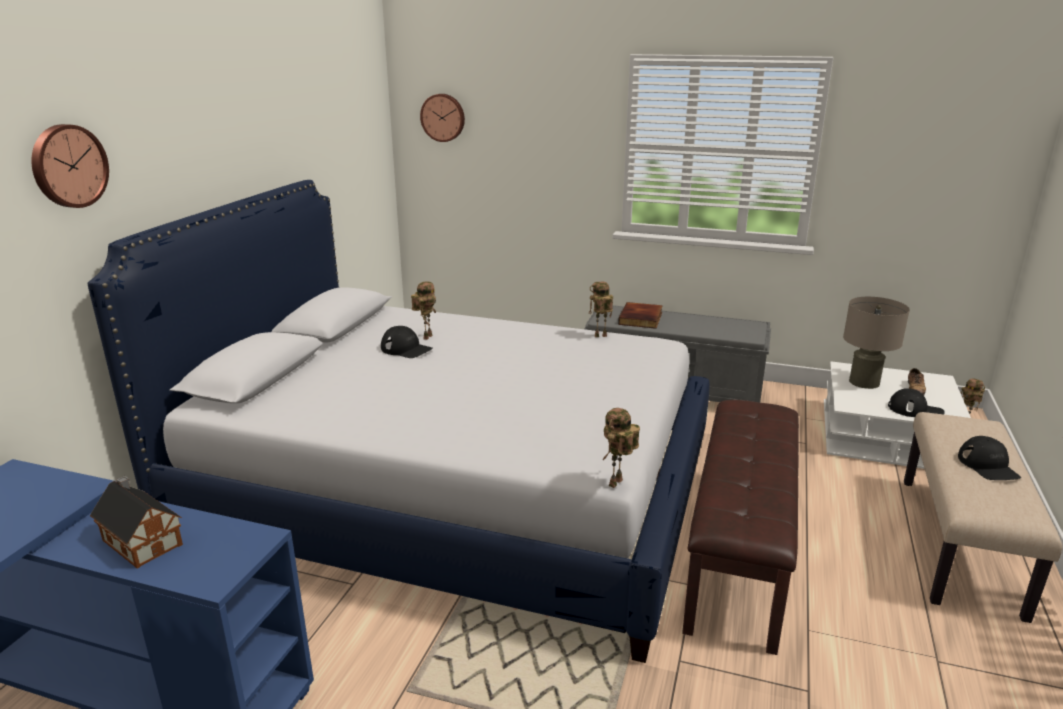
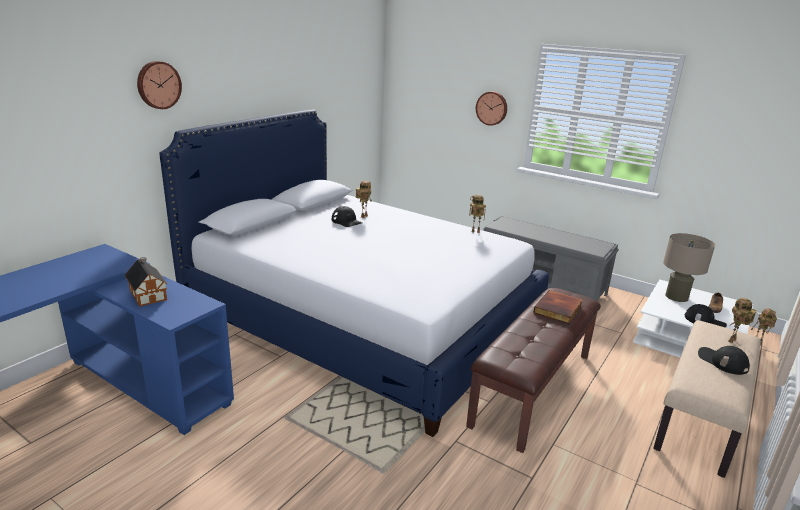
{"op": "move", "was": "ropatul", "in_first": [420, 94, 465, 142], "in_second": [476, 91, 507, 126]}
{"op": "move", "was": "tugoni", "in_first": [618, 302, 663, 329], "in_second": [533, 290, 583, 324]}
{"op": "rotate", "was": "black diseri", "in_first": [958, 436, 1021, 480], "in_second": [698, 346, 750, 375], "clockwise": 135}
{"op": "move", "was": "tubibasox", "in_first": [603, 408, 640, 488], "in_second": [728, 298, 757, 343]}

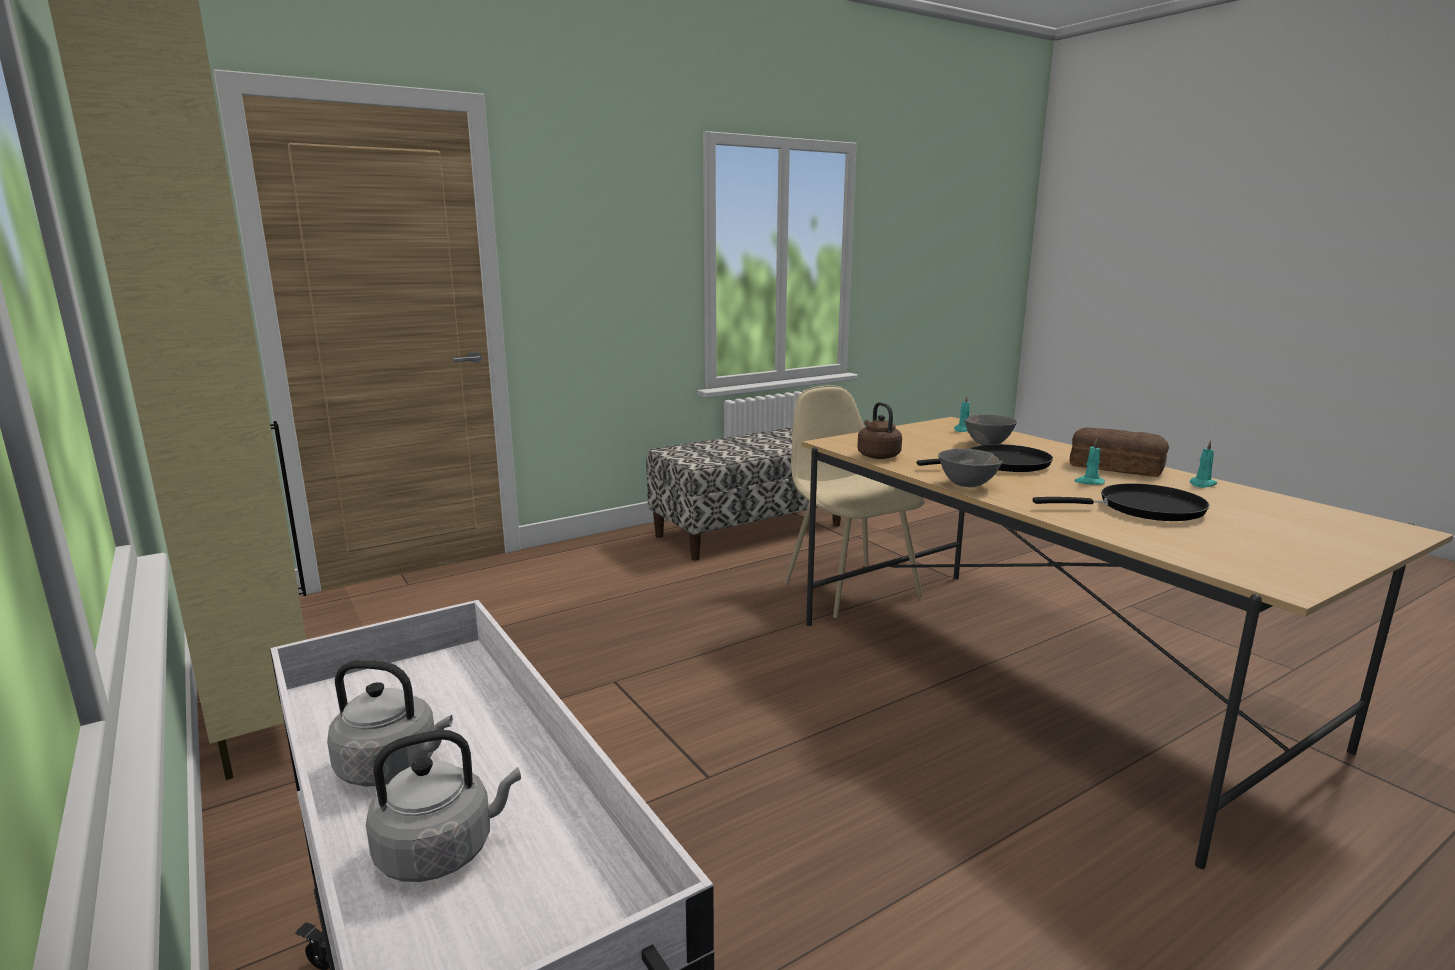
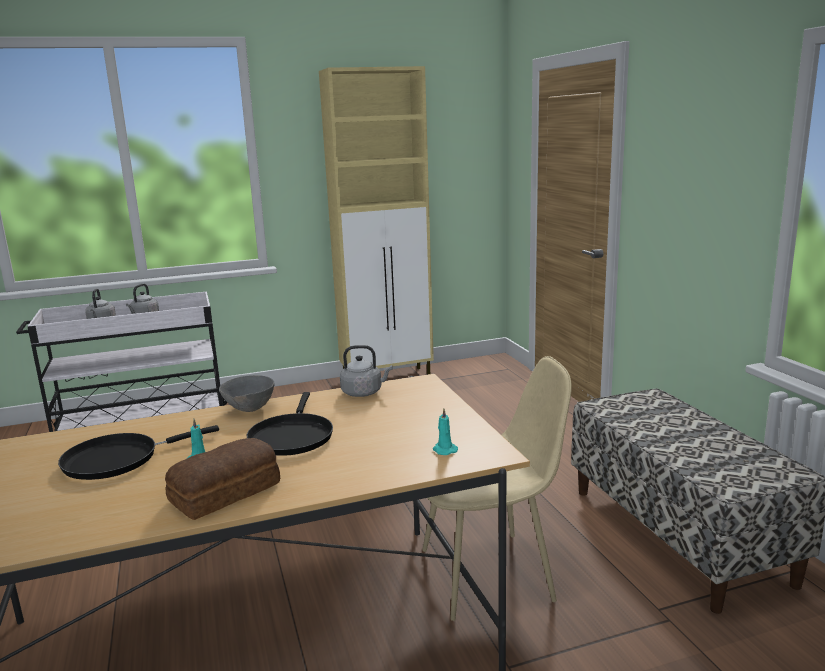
{"op": "rotate", "was": "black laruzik", "in_first": [1033, 483, 1210, 521], "in_second": [58, 425, 219, 480], "clockwise": 45}
{"op": "recolor", "was": "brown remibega", "now": "grey remibega", "in_first": [857, 402, 902, 459], "in_second": [340, 345, 393, 397]}
{"op": "delete", "was": "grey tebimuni", "in_first": [964, 414, 1017, 445]}
{"op": "delete", "was": "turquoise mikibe", "in_first": [1190, 440, 1217, 488]}

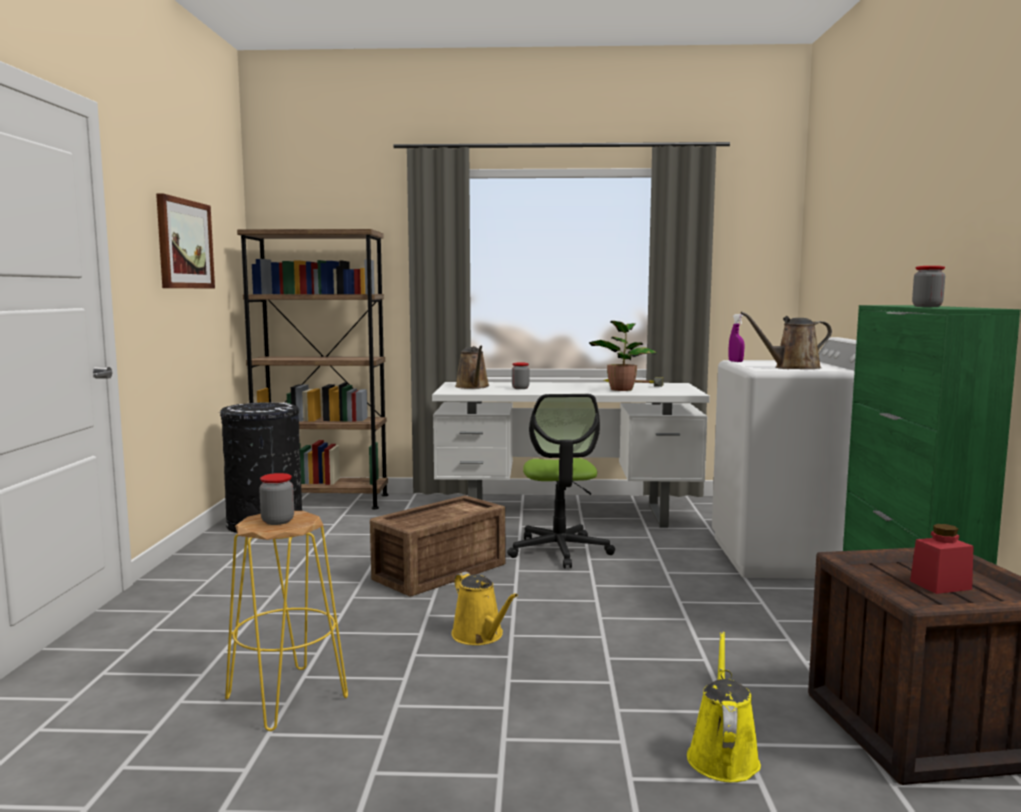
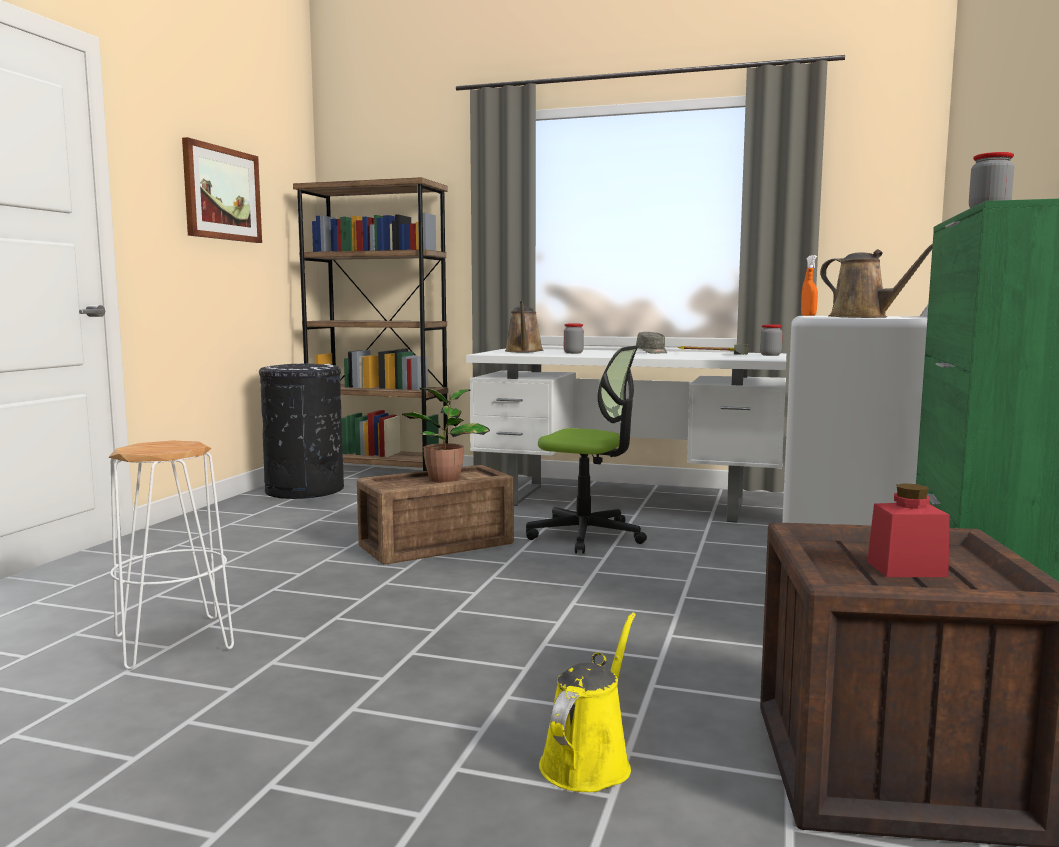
{"op": "recolor", "was": "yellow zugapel", "now": "white zugapel", "in_first": [225, 511, 348, 731], "in_second": [109, 440, 234, 670]}
{"op": "move", "was": "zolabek", "in_first": [589, 321, 657, 391], "in_second": [402, 388, 490, 482]}
{"op": "rotate", "was": "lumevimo", "in_first": [507, 394, 615, 568], "in_second": [526, 345, 647, 554], "clockwise": -75}
{"op": "insert", "now": "grey diseri", "in_second": [636, 332, 667, 354]}
{"op": "move", "was": "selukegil", "in_first": [259, 473, 294, 525], "in_second": [760, 324, 783, 356]}
{"op": "recolor", "was": "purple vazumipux", "now": "orange vazumipux", "in_first": [728, 314, 744, 362], "in_second": [801, 255, 818, 316]}
{"op": "rotate", "was": "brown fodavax", "in_first": [741, 312, 832, 369], "in_second": [820, 244, 933, 318], "clockwise": -135}
{"op": "delete", "was": "yellow fodavax", "in_first": [452, 572, 518, 645]}

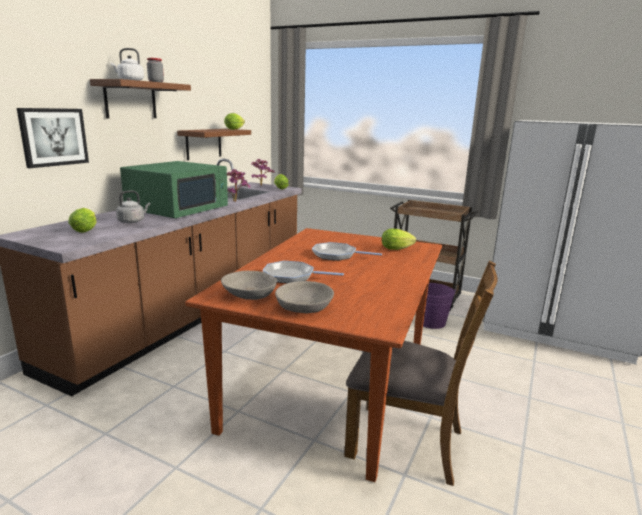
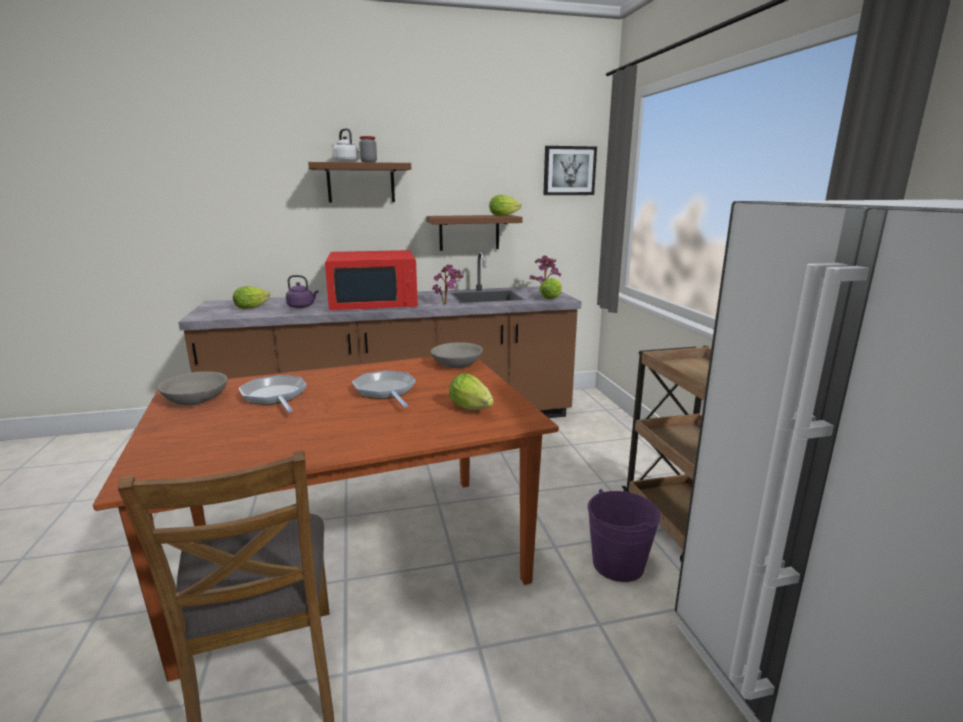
{"op": "recolor", "was": "grey remibega", "now": "purple remibega", "in_first": [116, 190, 150, 223], "in_second": [286, 275, 318, 308]}
{"op": "recolor", "was": "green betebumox", "now": "red betebumox", "in_first": [120, 161, 228, 218], "in_second": [325, 250, 418, 310]}
{"op": "move", "was": "grey tebimuni", "in_first": [275, 281, 334, 313], "in_second": [430, 342, 483, 368]}
{"op": "move", "was": "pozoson", "in_first": [17, 108, 89, 168], "in_second": [543, 146, 597, 195]}

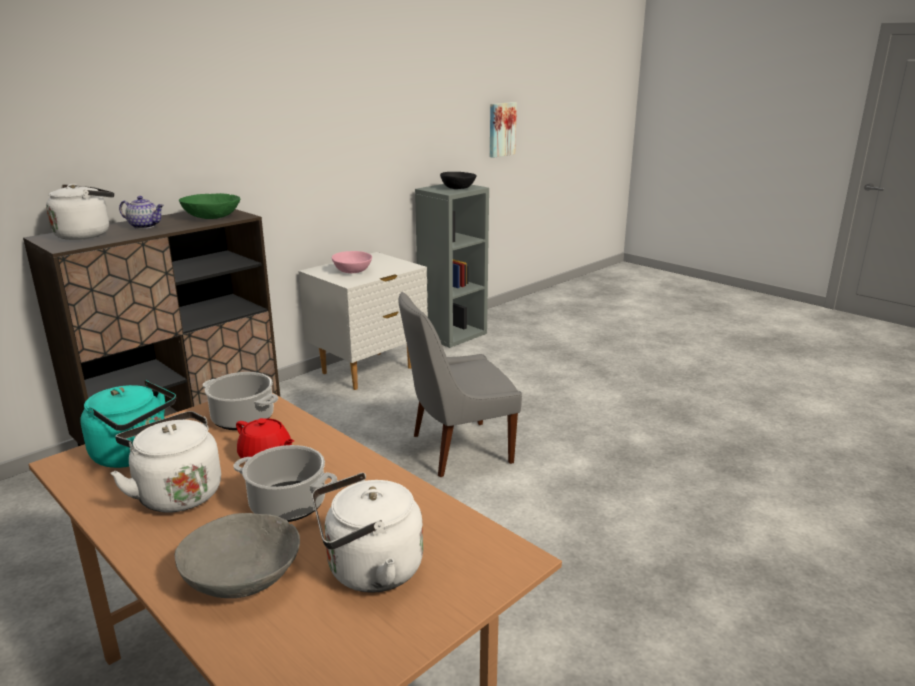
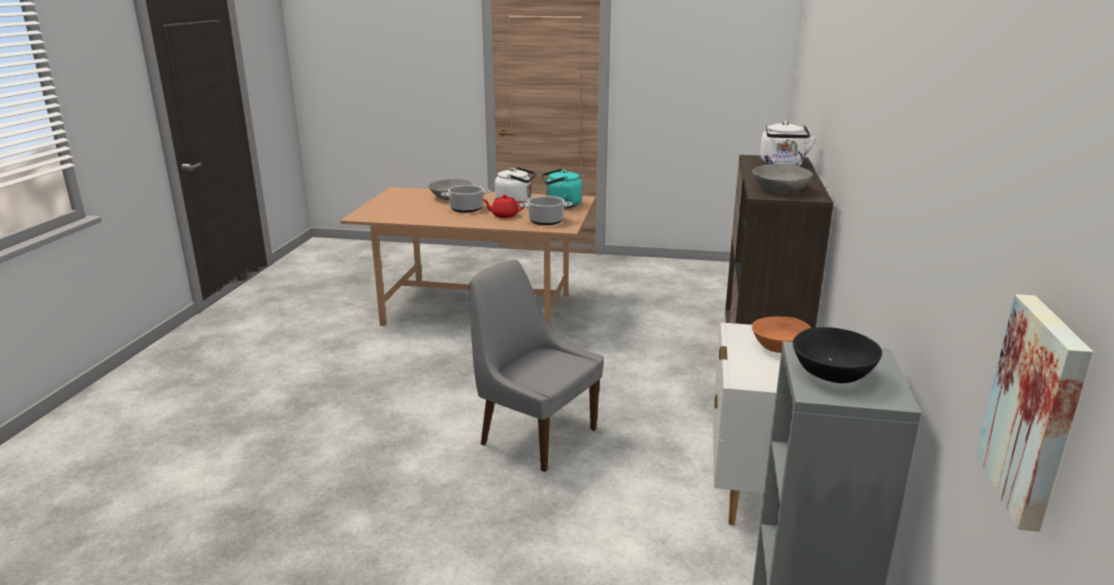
{"op": "rotate", "was": "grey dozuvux", "in_first": [399, 292, 522, 477], "in_second": [469, 260, 604, 472], "clockwise": -90}
{"op": "recolor", "was": "green tebimuni", "now": "grey tebimuni", "in_first": [179, 193, 240, 219], "in_second": [752, 164, 813, 193]}
{"op": "recolor", "was": "pink tebimuni", "now": "orange tebimuni", "in_first": [332, 251, 372, 273], "in_second": [752, 317, 811, 353]}
{"op": "delete", "was": "white remibega", "in_first": [312, 473, 423, 593]}

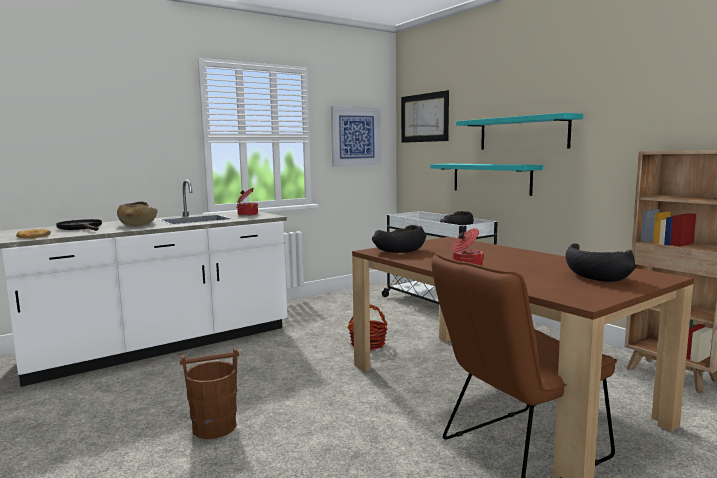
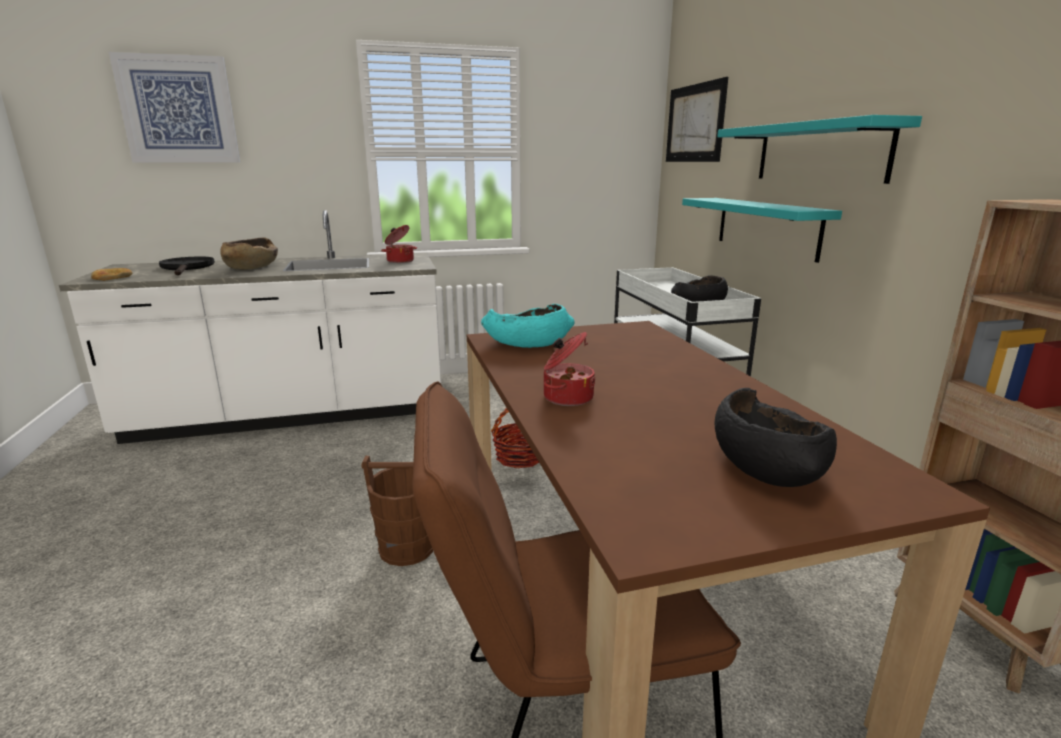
{"op": "move", "was": "pozoson", "in_first": [331, 106, 381, 167], "in_second": [109, 52, 240, 163]}
{"op": "move", "was": "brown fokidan", "in_first": [180, 347, 239, 439], "in_second": [361, 456, 433, 566]}
{"op": "recolor", "was": "black tebimuni", "now": "turquoise tebimuni", "in_first": [372, 225, 427, 253], "in_second": [481, 304, 575, 348]}

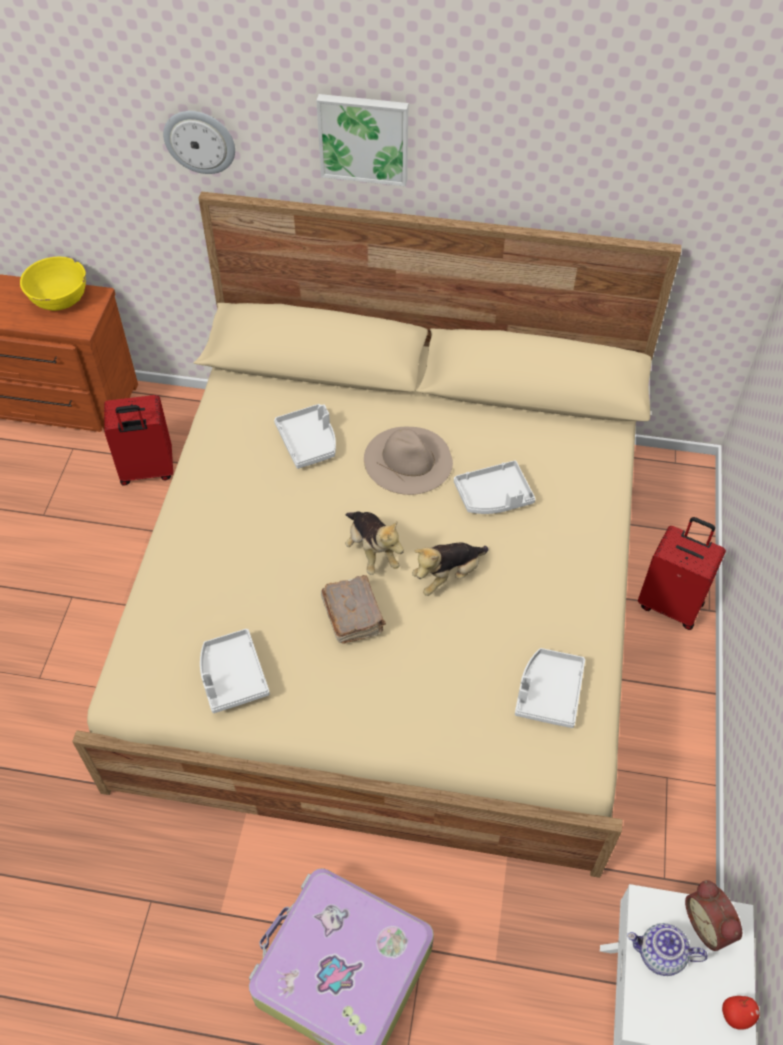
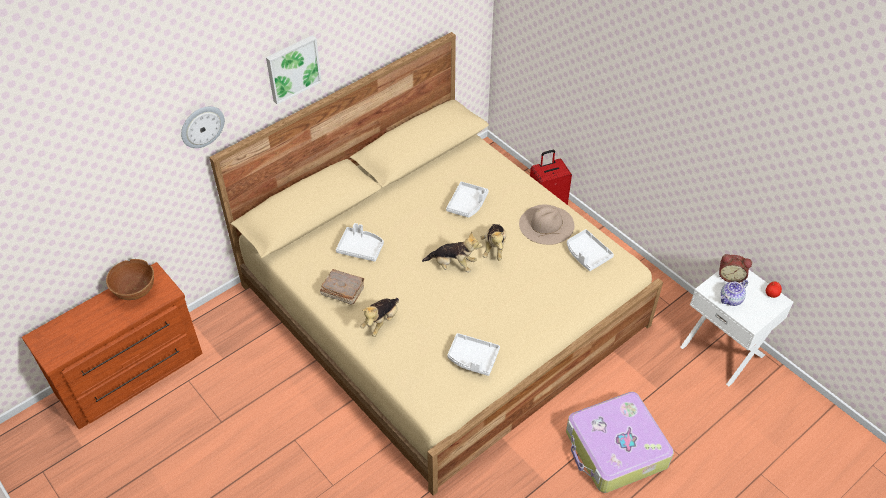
{"op": "recolor", "was": "yellow tebimuni", "now": "brown tebimuni", "in_first": [20, 257, 86, 311], "in_second": [106, 259, 154, 300]}
{"op": "move", "was": "brown tugoni", "in_first": [321, 575, 386, 644], "in_second": [320, 269, 365, 304]}
{"op": "insert", "now": "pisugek", "in_second": [360, 298, 399, 337]}
{"op": "move", "was": "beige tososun", "in_first": [364, 427, 453, 495], "in_second": [519, 205, 574, 245]}
{"op": "delete", "was": "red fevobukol", "in_first": [104, 395, 173, 486]}

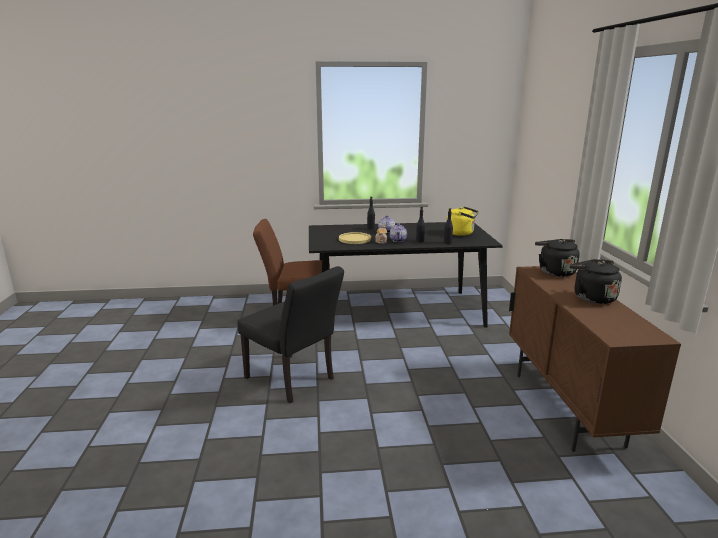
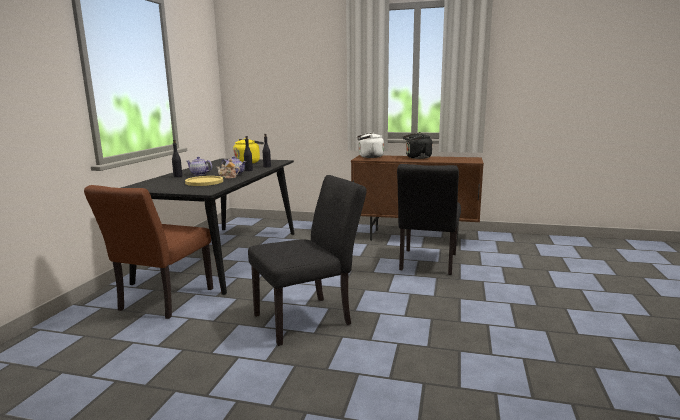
{"op": "recolor", "was": "black remibega", "now": "white remibega", "in_first": [535, 239, 580, 277], "in_second": [357, 132, 384, 158]}
{"op": "insert", "now": "black dozuvux", "in_second": [397, 164, 461, 275]}

